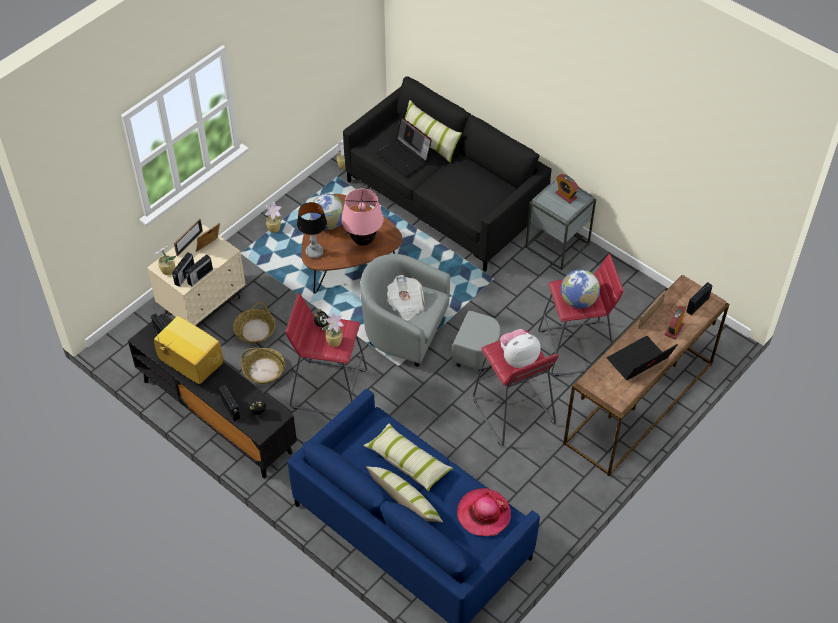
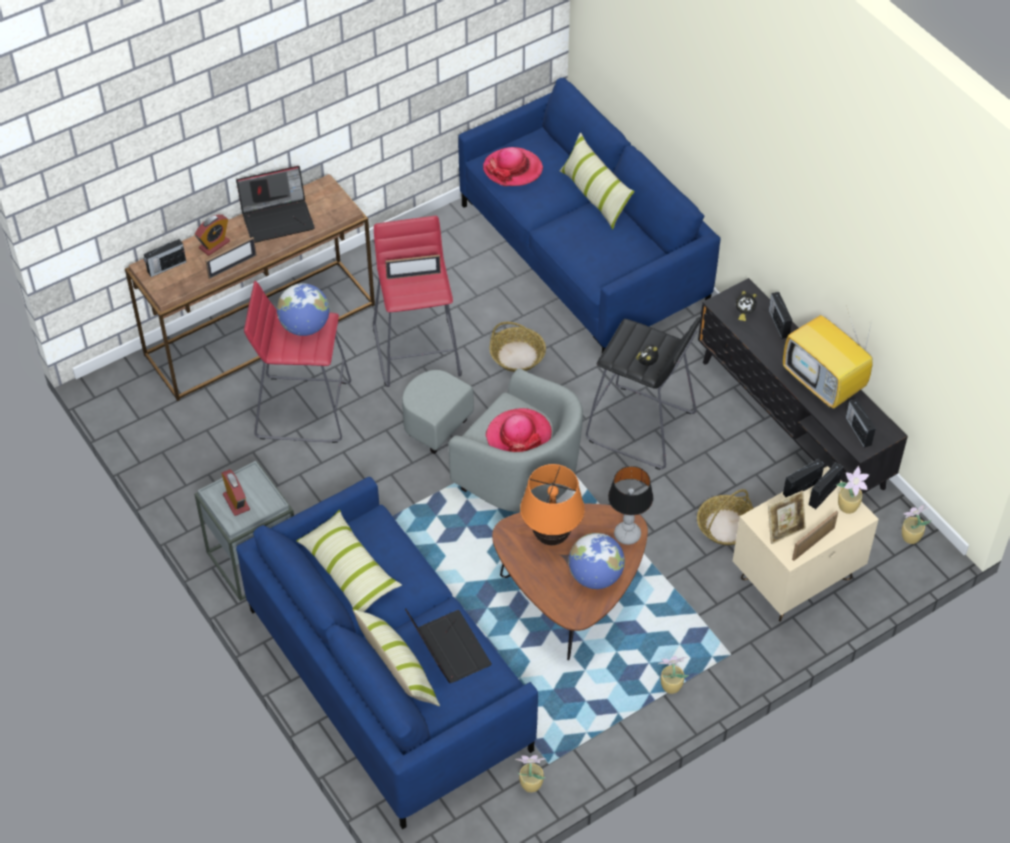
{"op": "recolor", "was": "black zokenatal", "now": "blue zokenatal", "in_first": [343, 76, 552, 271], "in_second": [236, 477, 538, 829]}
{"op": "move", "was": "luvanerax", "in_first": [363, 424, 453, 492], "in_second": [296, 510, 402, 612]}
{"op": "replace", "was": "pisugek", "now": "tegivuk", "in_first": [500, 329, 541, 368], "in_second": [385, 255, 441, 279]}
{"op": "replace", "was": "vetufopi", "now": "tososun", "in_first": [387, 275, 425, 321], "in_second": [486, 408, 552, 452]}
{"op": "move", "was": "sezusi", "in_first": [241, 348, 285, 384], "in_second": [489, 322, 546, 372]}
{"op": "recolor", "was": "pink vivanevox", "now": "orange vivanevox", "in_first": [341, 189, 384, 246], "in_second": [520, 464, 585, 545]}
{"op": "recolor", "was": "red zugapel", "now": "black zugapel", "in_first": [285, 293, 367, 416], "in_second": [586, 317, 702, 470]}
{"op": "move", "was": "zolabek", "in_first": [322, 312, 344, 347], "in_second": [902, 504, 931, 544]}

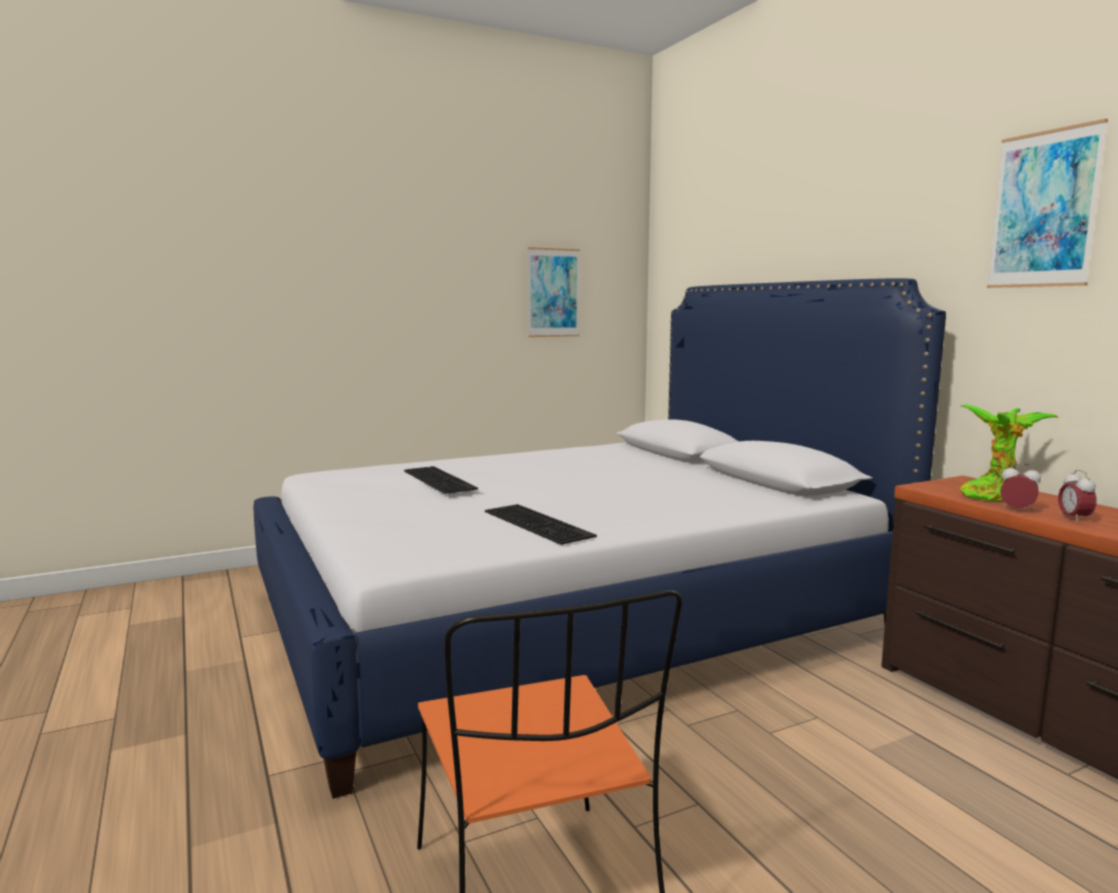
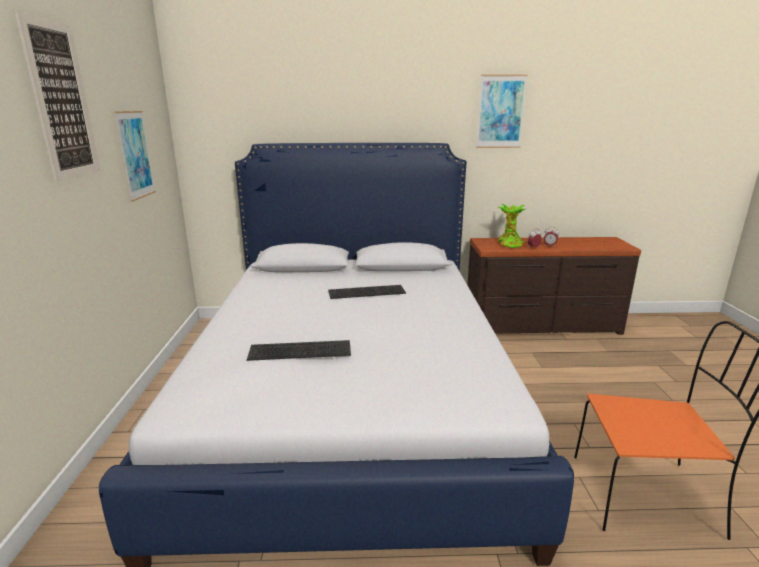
{"op": "insert", "now": "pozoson", "in_second": [14, 11, 101, 181]}
{"op": "move", "was": "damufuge", "in_first": [485, 504, 597, 545], "in_second": [328, 285, 406, 299]}

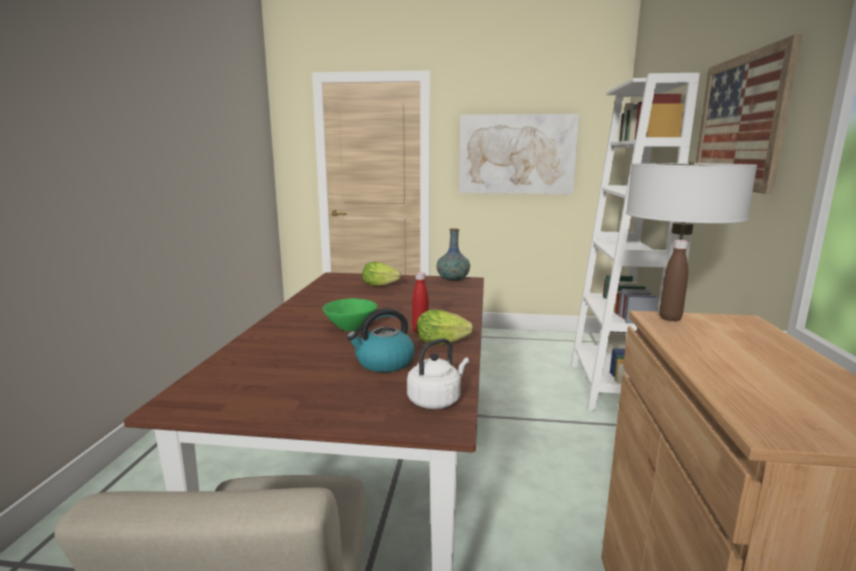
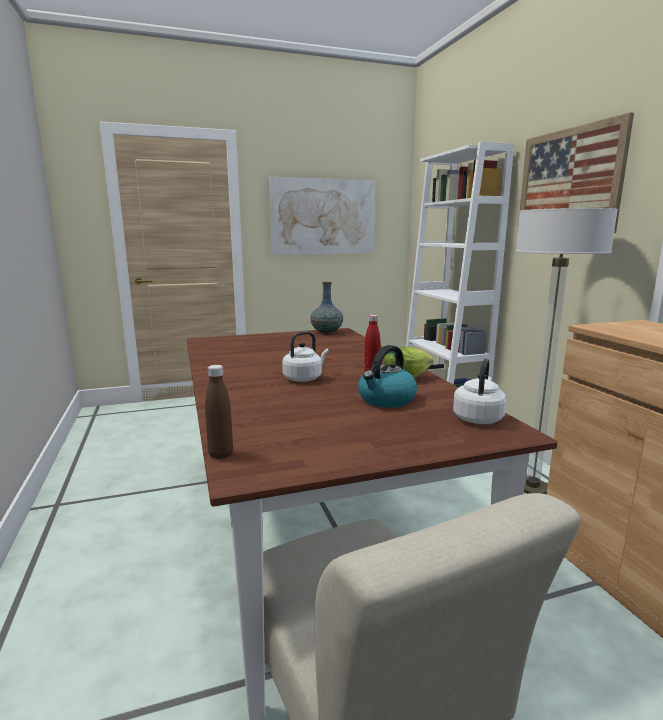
{"op": "move", "was": "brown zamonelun", "in_first": [659, 240, 688, 321], "in_second": [205, 365, 233, 459]}
{"op": "replace", "was": "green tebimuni", "now": "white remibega", "in_first": [323, 298, 378, 331], "in_second": [282, 331, 329, 382]}
{"op": "delete", "was": "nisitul", "in_first": [362, 262, 401, 286]}

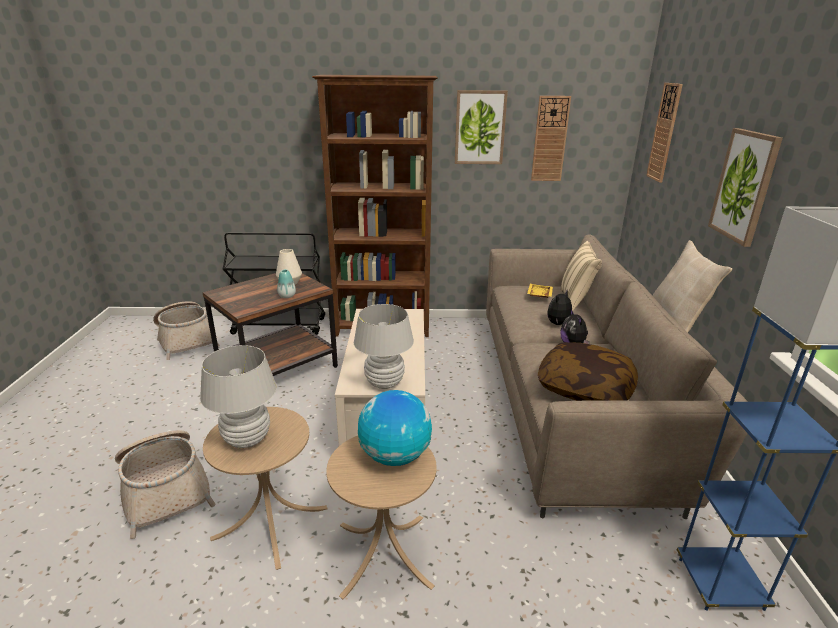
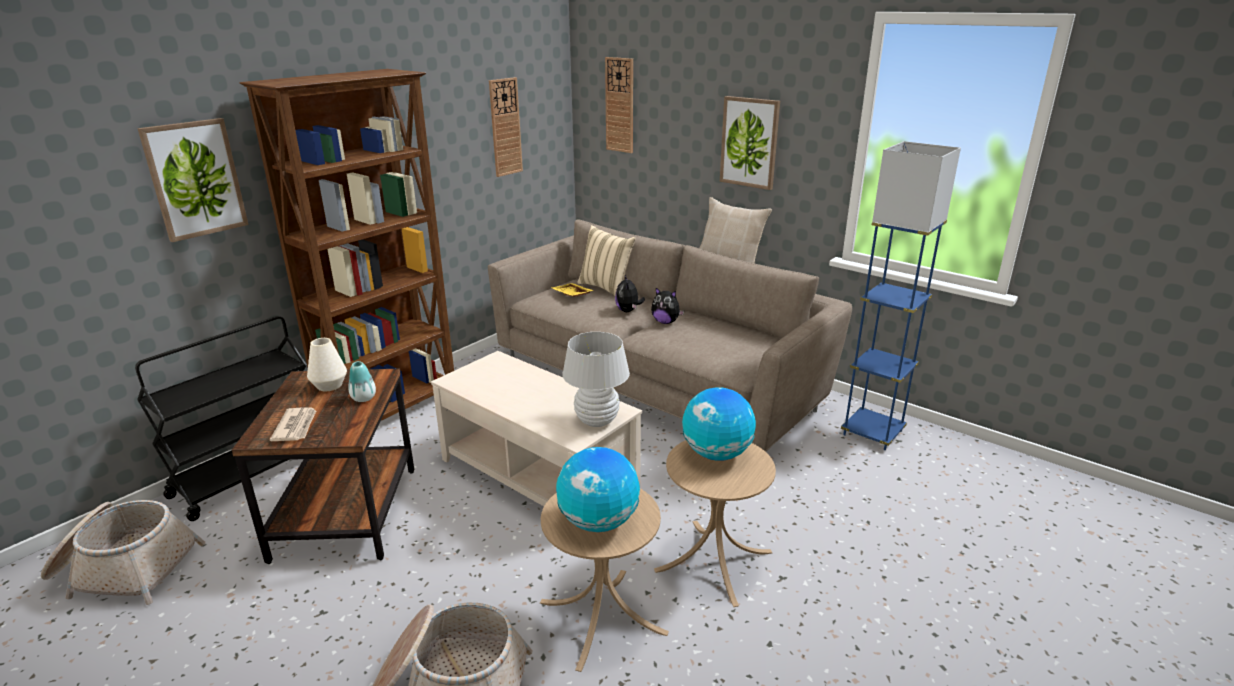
{"op": "move", "was": "pozoson", "in_first": [455, 90, 508, 164], "in_second": [137, 118, 249, 242]}
{"op": "insert", "now": "vetufopi", "in_second": [270, 407, 316, 441]}
{"op": "replace", "was": "white vivanevox", "now": "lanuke", "in_first": [200, 345, 277, 448], "in_second": [556, 447, 640, 532]}
{"op": "delete", "was": "luvanerax", "in_first": [538, 342, 638, 401]}

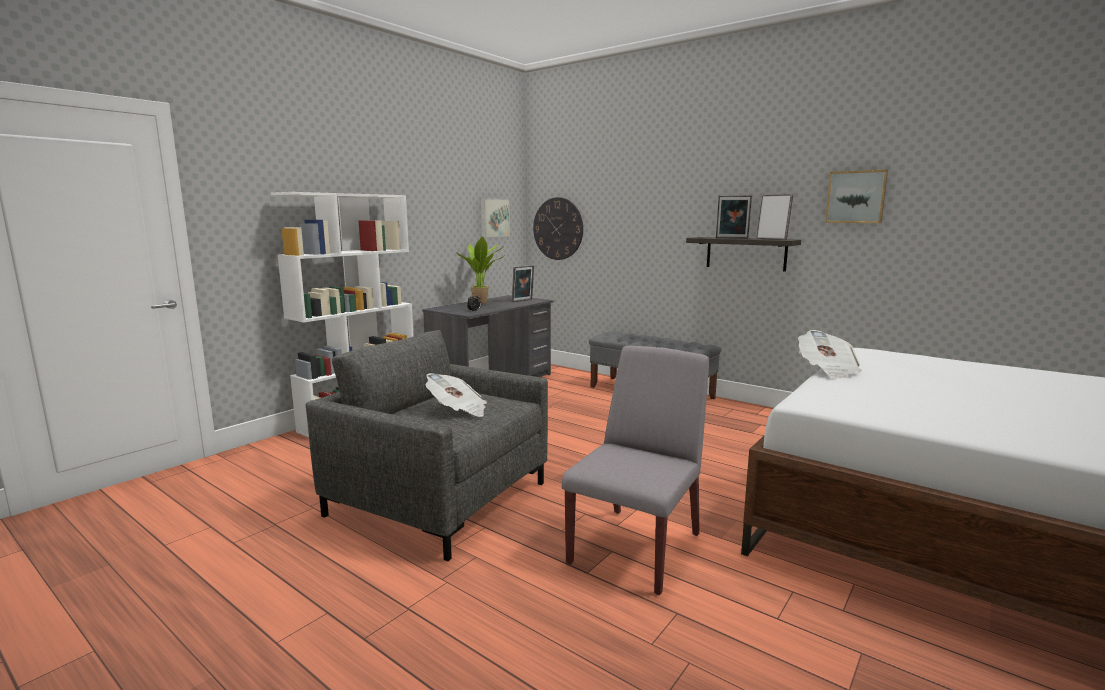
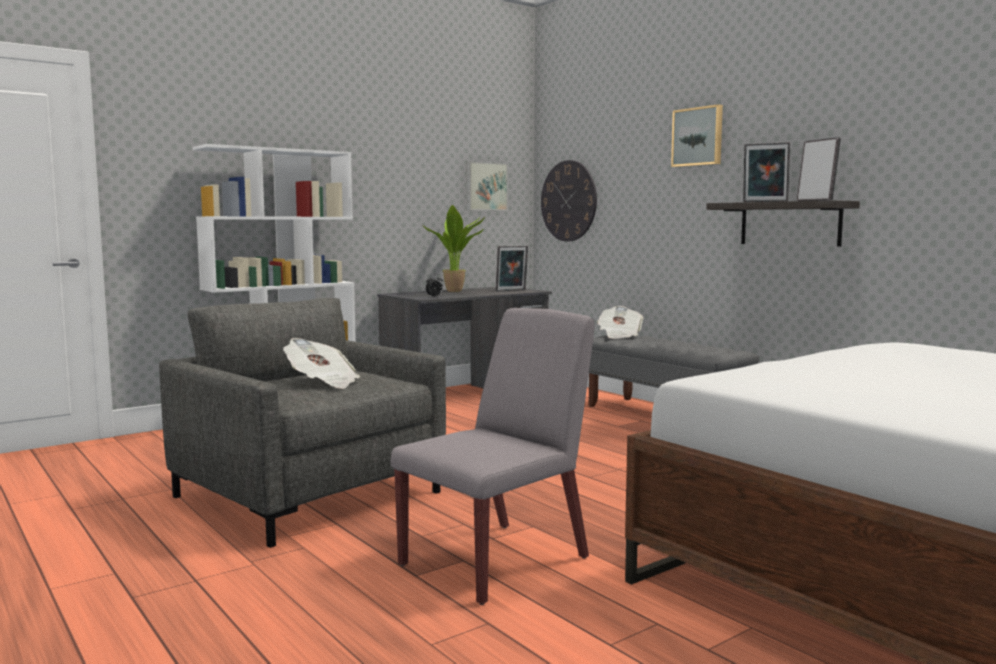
{"op": "move", "was": "vetufopi", "in_first": [798, 330, 862, 379], "in_second": [597, 306, 643, 339]}
{"op": "move", "was": "pozoson", "in_first": [825, 170, 888, 223], "in_second": [671, 104, 723, 167]}

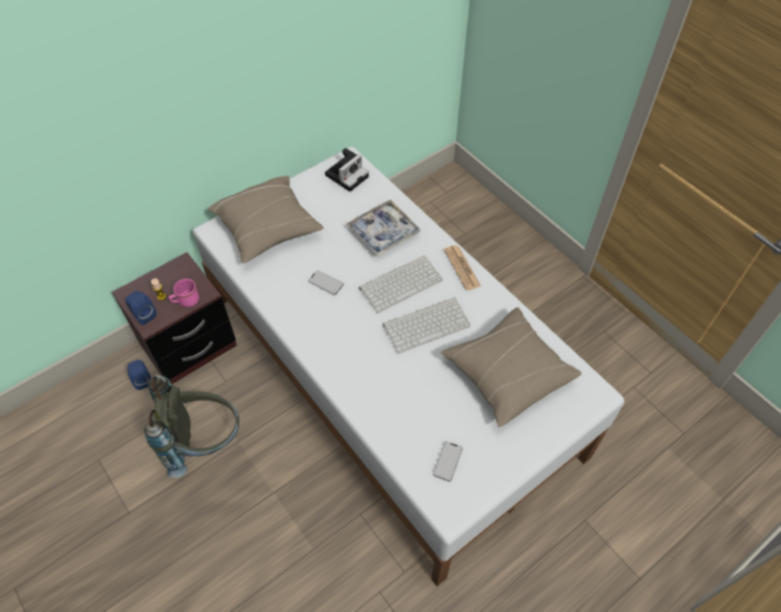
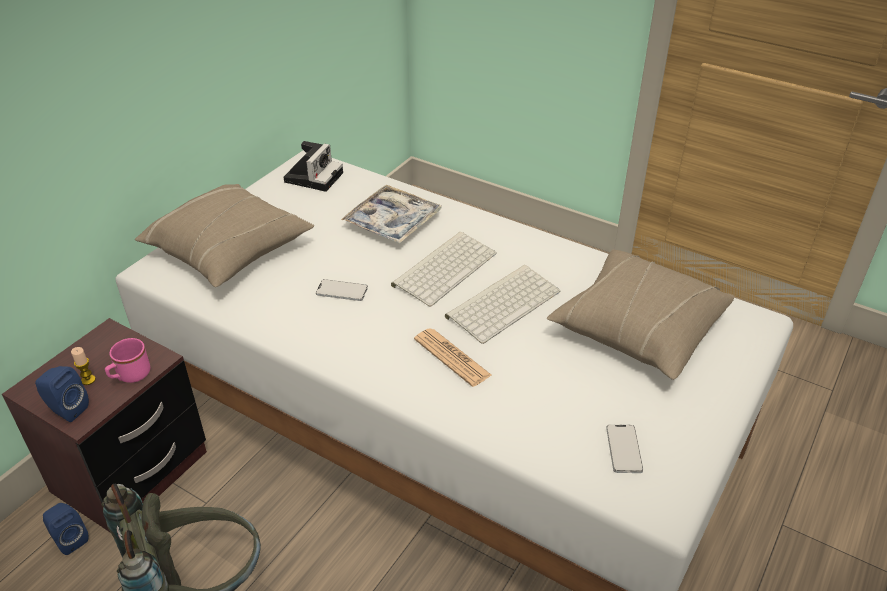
{"op": "move", "was": "vetufopi", "in_first": [444, 246, 481, 291], "in_second": [414, 328, 491, 387]}

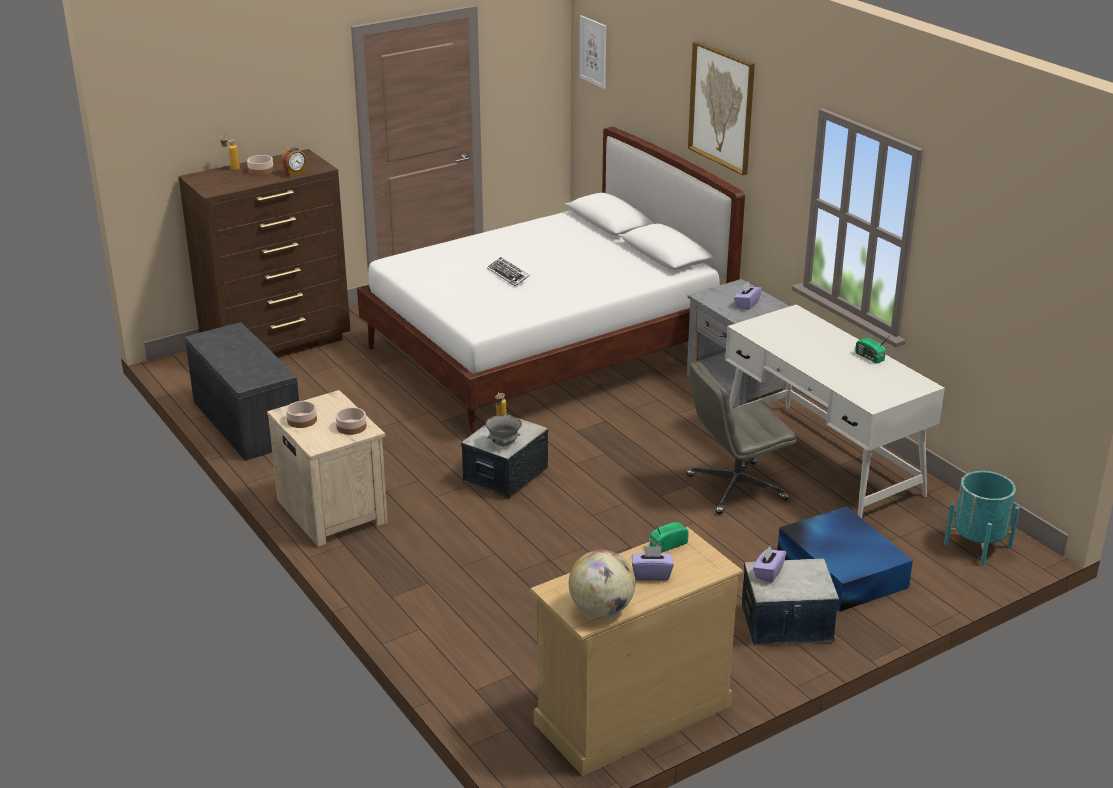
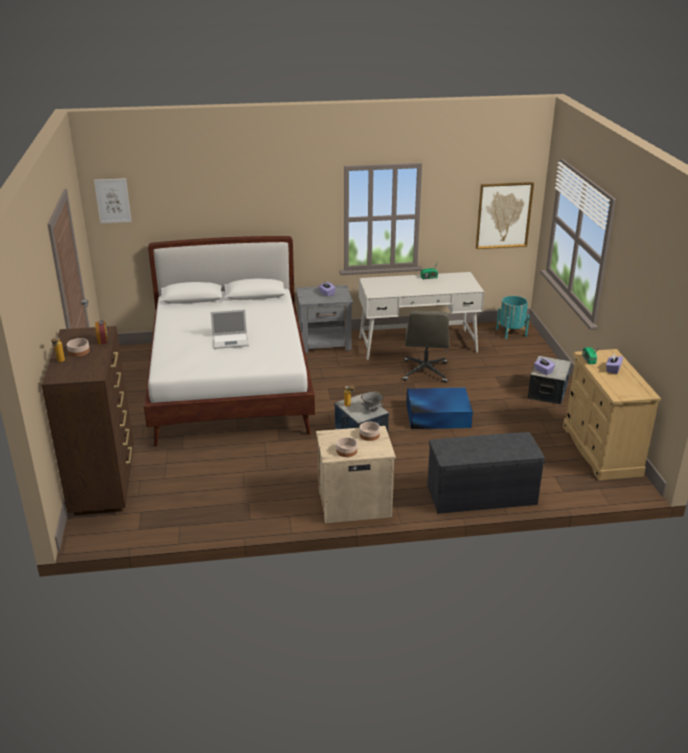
{"op": "replace", "was": "damufuge", "now": "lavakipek", "in_first": [487, 257, 530, 287], "in_second": [211, 309, 249, 349]}
{"op": "move", "was": "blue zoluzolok", "in_first": [777, 506, 913, 612], "in_second": [406, 388, 473, 429]}
{"op": "move", "was": "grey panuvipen", "in_first": [185, 322, 299, 461], "in_second": [427, 432, 545, 514]}
{"op": "move", "was": "pozoson", "in_first": [688, 41, 755, 175], "in_second": [476, 182, 534, 249]}
{"op": "delete", "was": "lanuke", "in_first": [569, 550, 635, 617]}

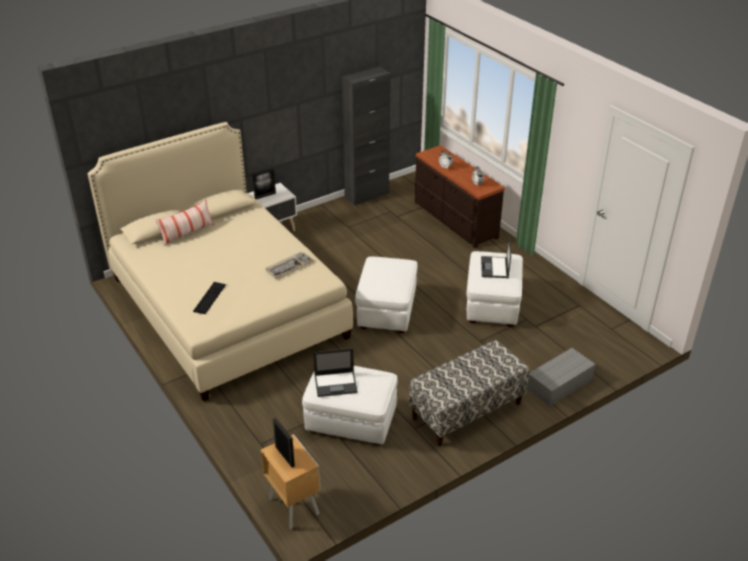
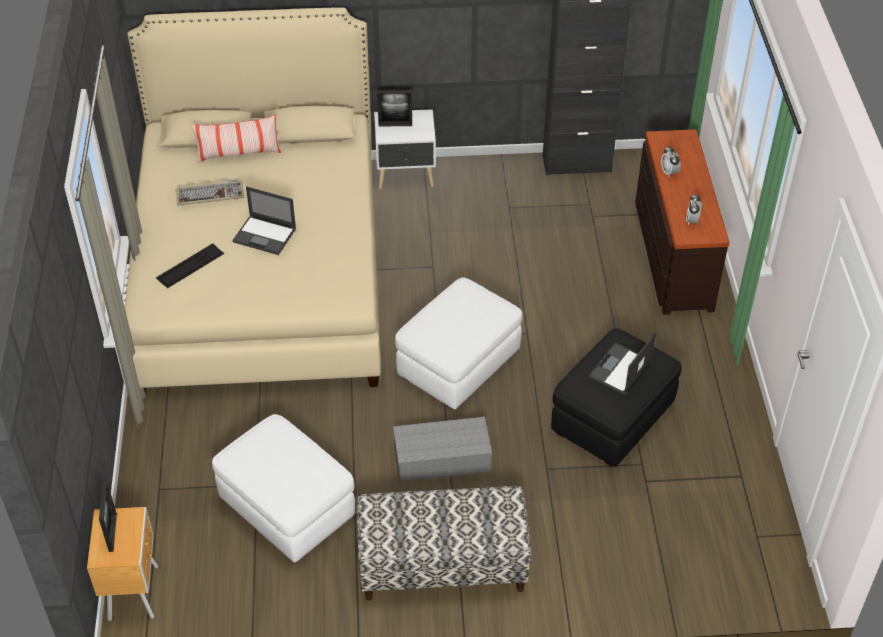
{"op": "move", "was": "damufuge", "in_first": [266, 251, 314, 279], "in_second": [176, 178, 244, 206]}
{"op": "move", "was": "lavakipek", "in_first": [313, 348, 358, 397], "in_second": [232, 186, 296, 255]}
{"op": "move", "was": "grey zoluzolok", "in_first": [527, 348, 596, 407], "in_second": [393, 417, 492, 482]}
{"op": "recolor", "was": "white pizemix", "now": "black pizemix", "in_first": [467, 251, 523, 327], "in_second": [551, 328, 682, 467]}

